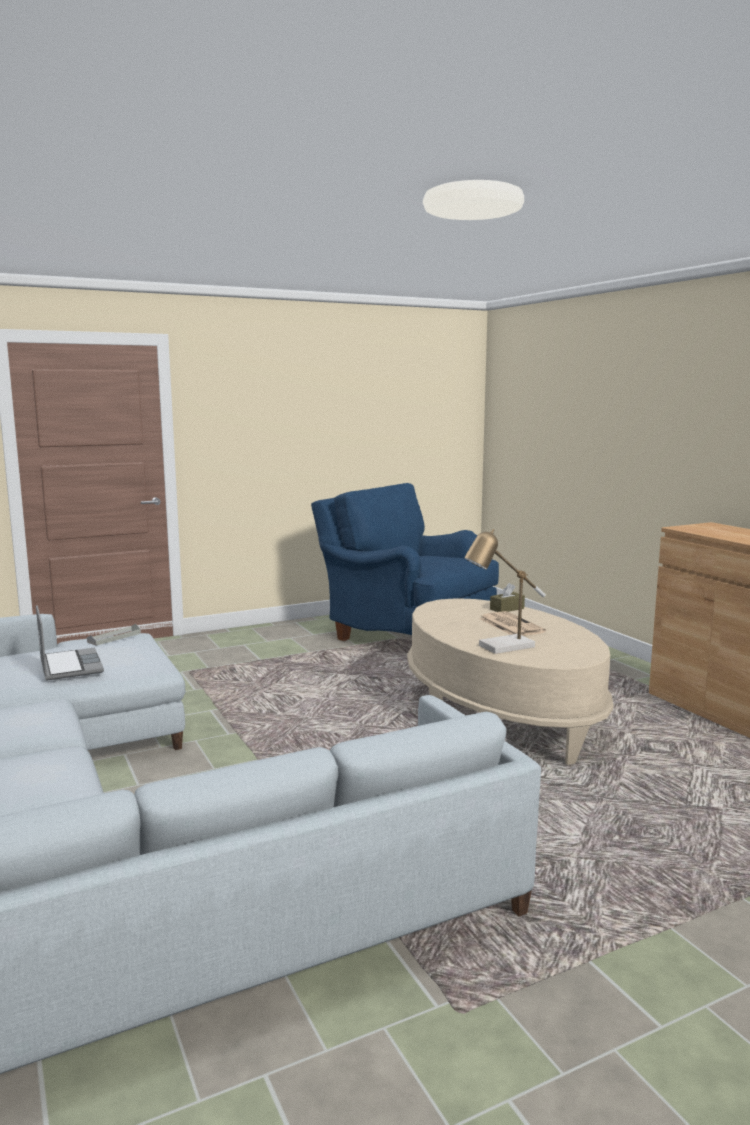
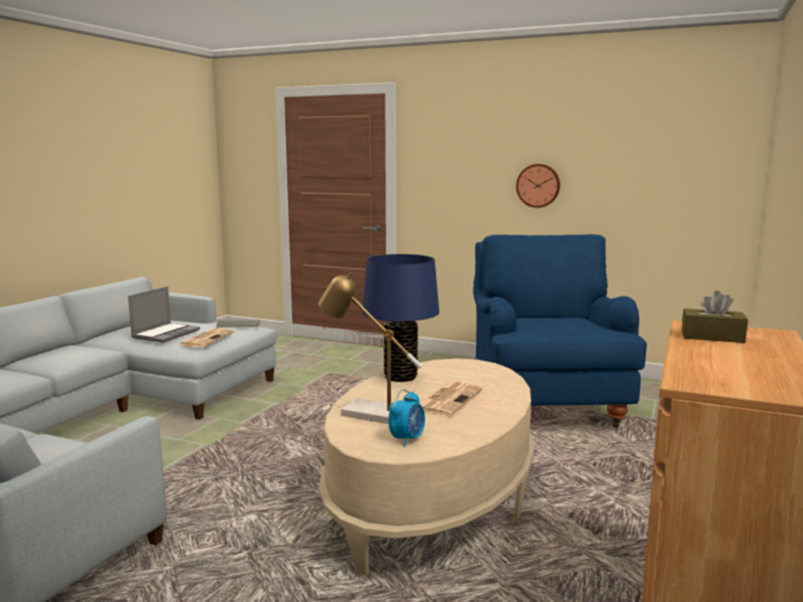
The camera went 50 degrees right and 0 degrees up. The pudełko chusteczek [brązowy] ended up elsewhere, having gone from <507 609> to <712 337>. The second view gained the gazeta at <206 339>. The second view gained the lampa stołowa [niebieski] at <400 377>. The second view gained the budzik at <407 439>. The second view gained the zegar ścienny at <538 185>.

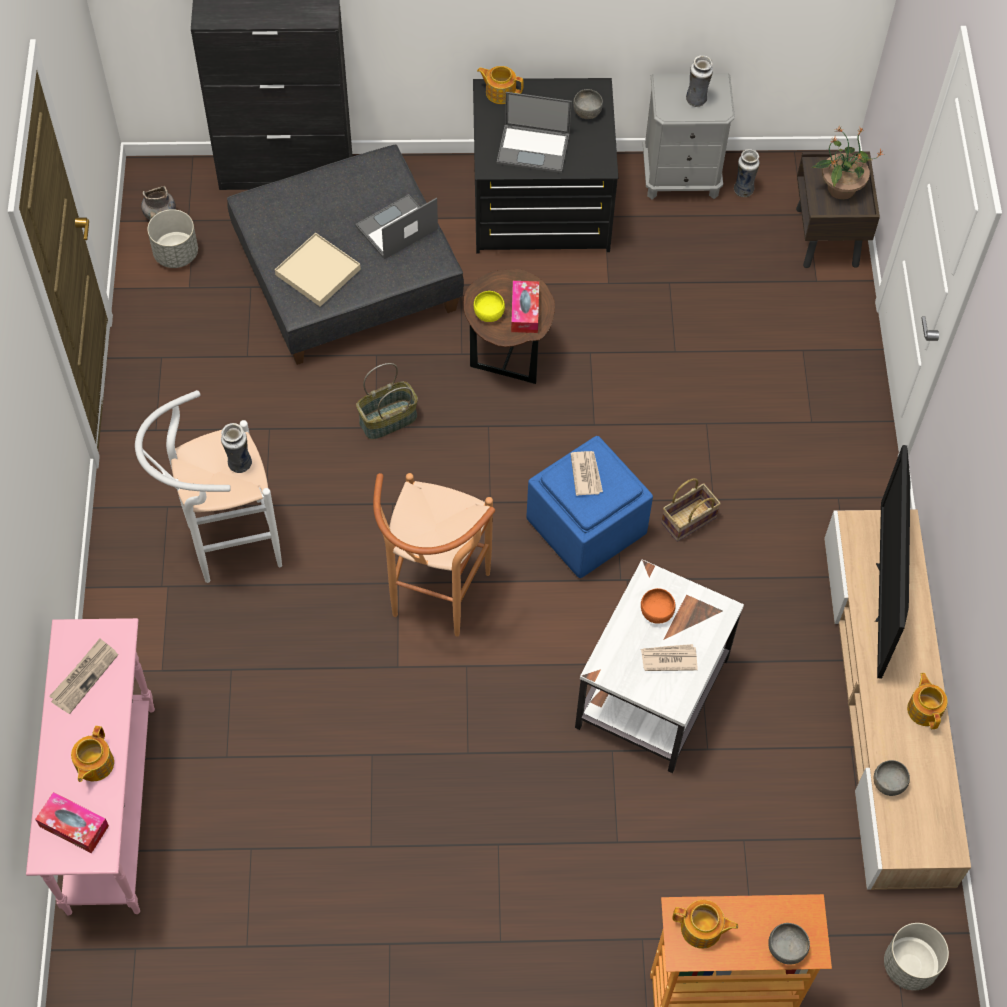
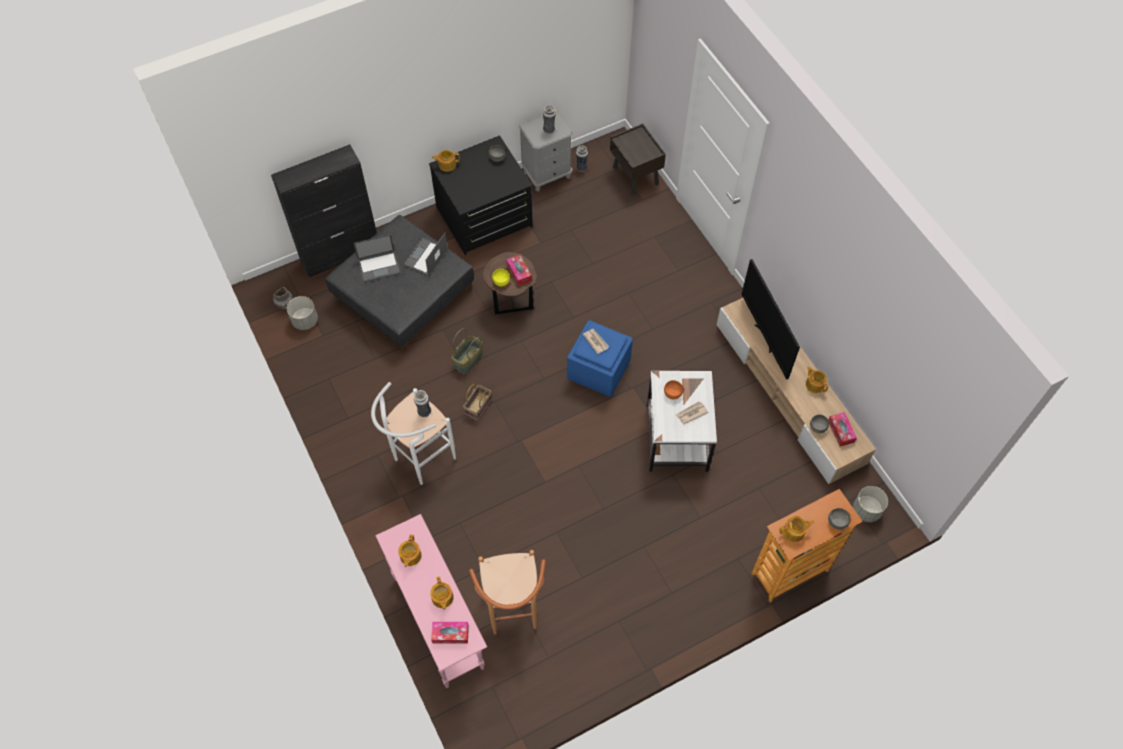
The camera went 25 degrees left and 0 degrees up. Where the gazeta stood at <84 676>, the imbryk came to stand at <410 556>. The second view lost the taca [beżowy] at <318 272>. The stołek [brązowy] ended up elsewhere, having gone from <434 602> to <513 614>. The laptop ended up elsewhere, having gone from <534 148> to <379 266>. The koszyk ended up elsewhere, having gone from <688 521> to <478 407>. The second view lost the roślina doniczkowa at <840 188>. The second view gained the pudełko chusteczek at <841 431>.

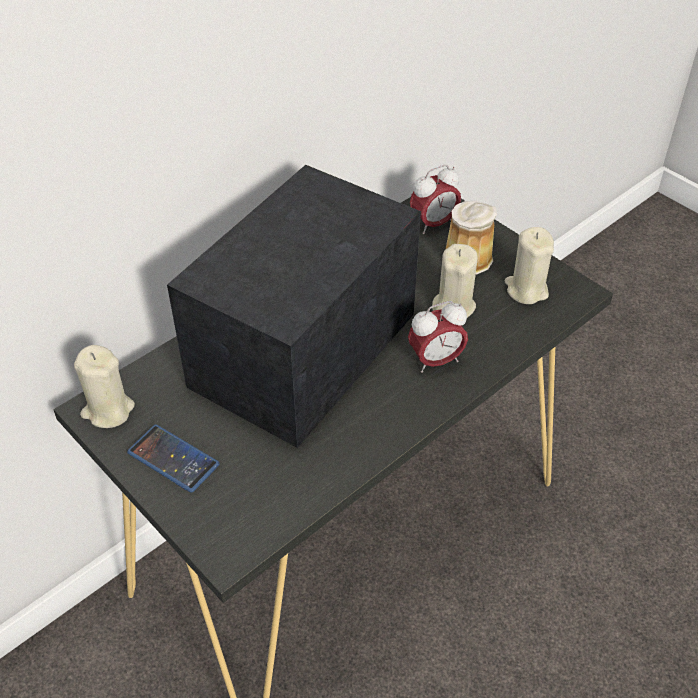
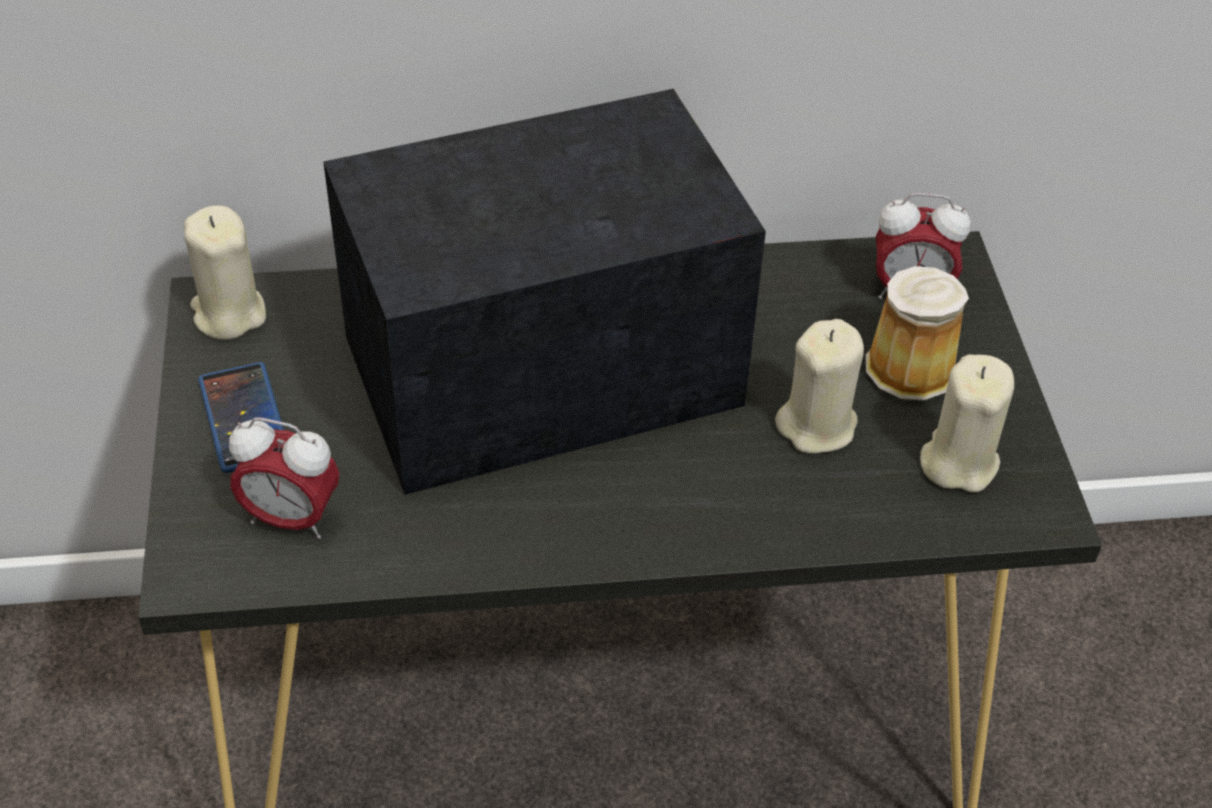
The camera went 35 degrees right and 0 degrees up. The budzik ended up elsewhere, having gone from <435 361> to <291 519>.

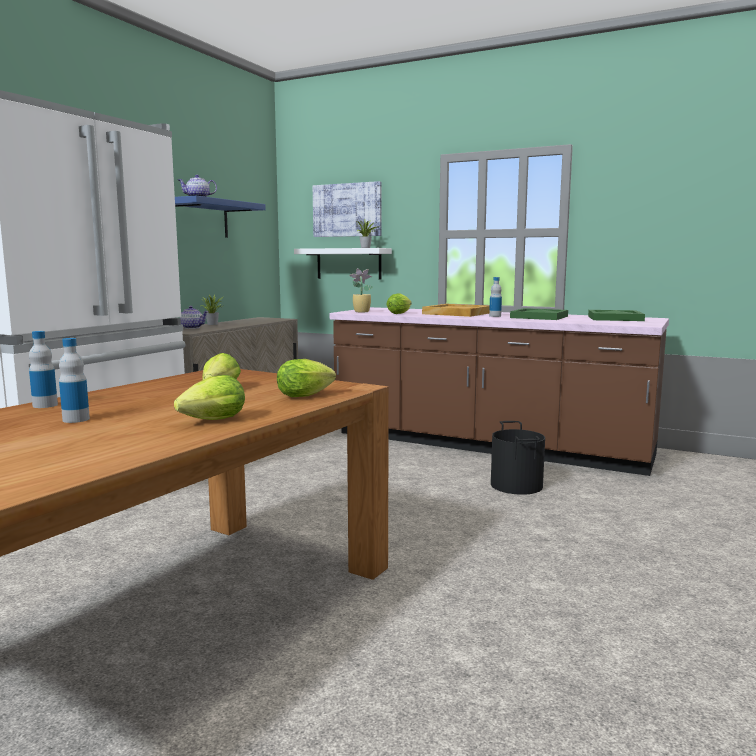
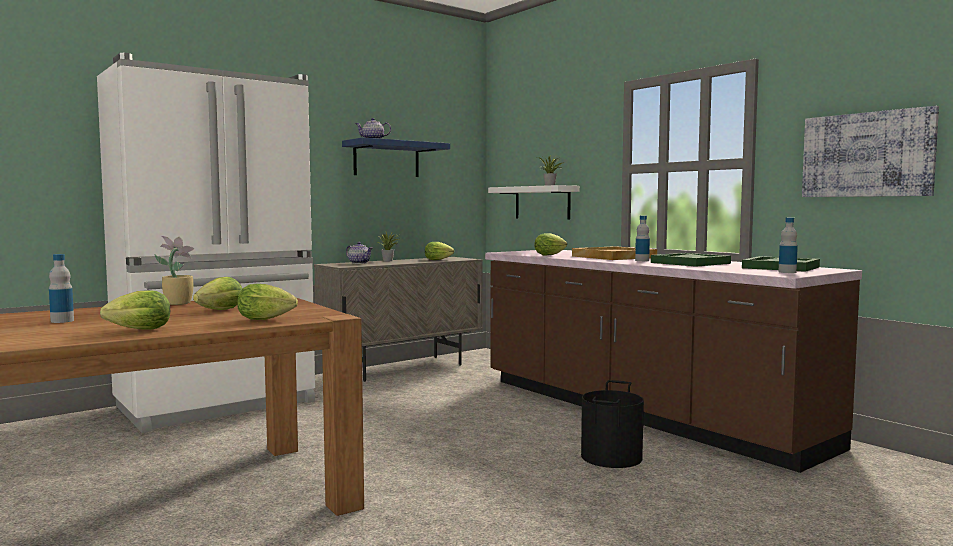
The camera went 25 degrees right and 5 degrees down. The butelka ended up elsewhere, having gone from <45 405> to <787 272>. The obraz ended up elsewhere, having gone from <347 210> to <867 155>. The roślina doniczkowa ended up elsewhere, having gone from <361 312> to <177 303>. The second view gained the sałata at <439 260>.

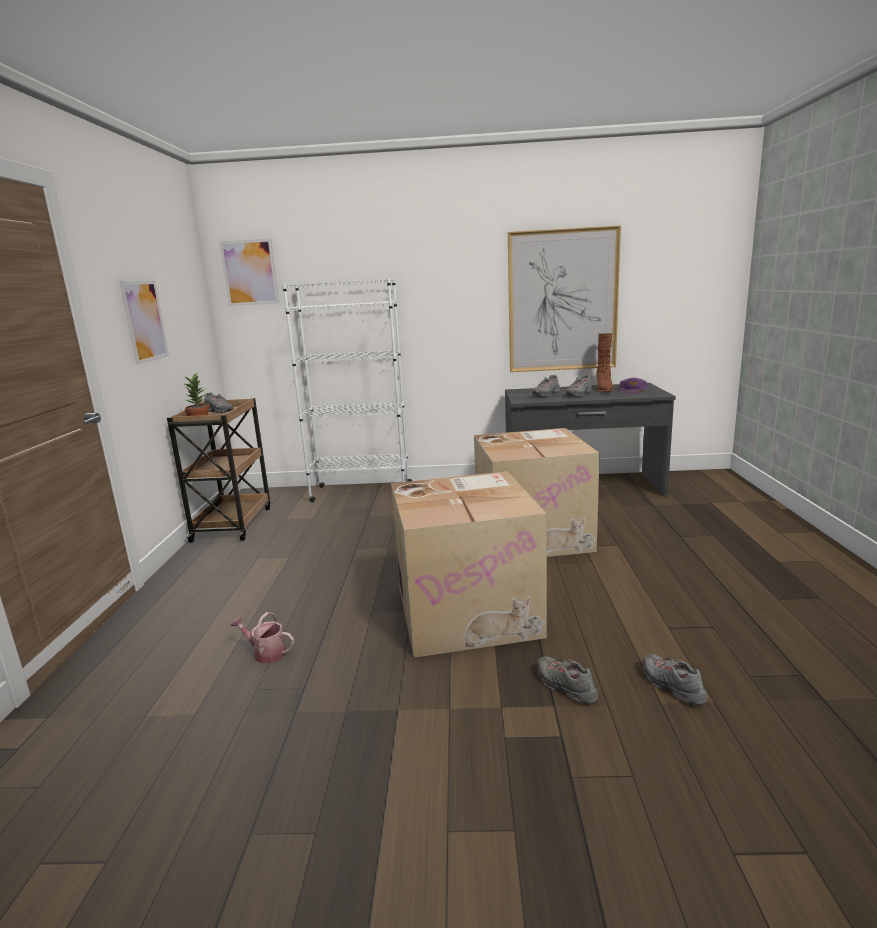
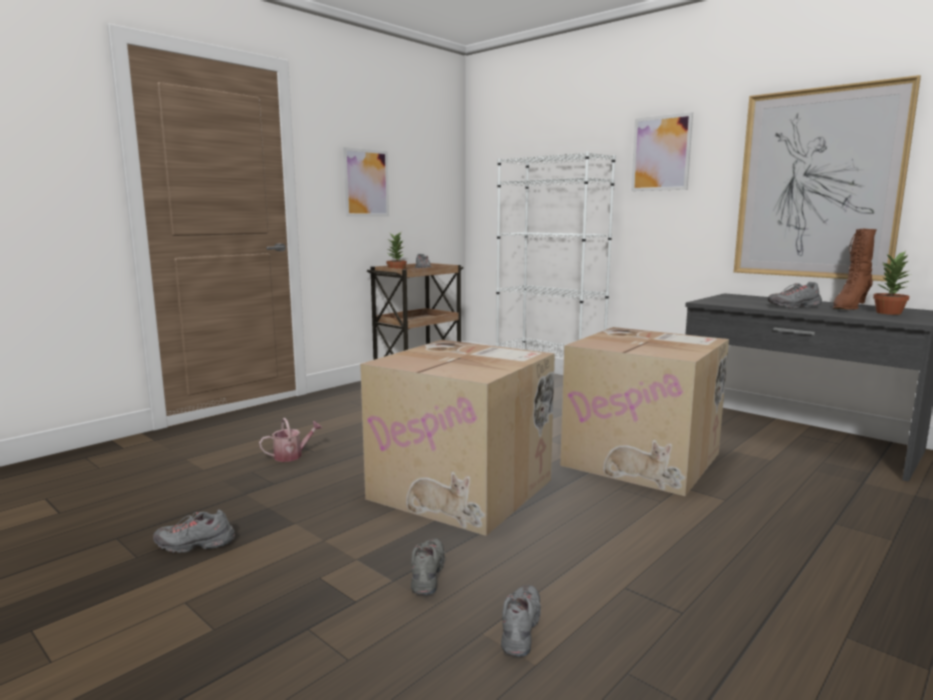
The camera went 40 degrees right and 5 degrees down. The obraz ended up elsewhere, having gone from <250 272> to <661 153>. The konewka at <266 653> ended up facing another way, 90 degrees clockwise from before. The but [szary] ended up elsewhere, having gone from <546 394> to <195 545>. Where the czapka z daszkiem [fioletowy] stood at <633 390>, the roślina doniczkowa came to stand at <889 313>.

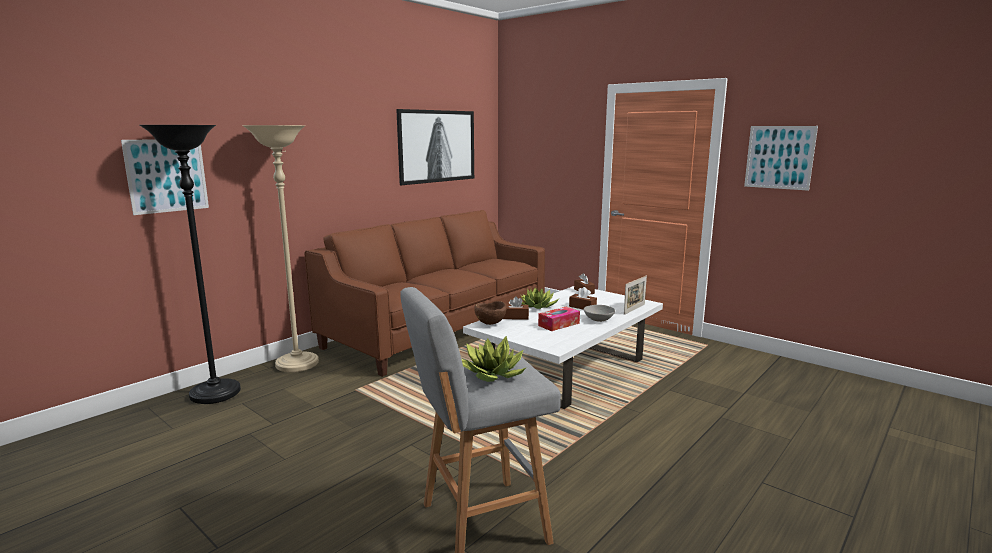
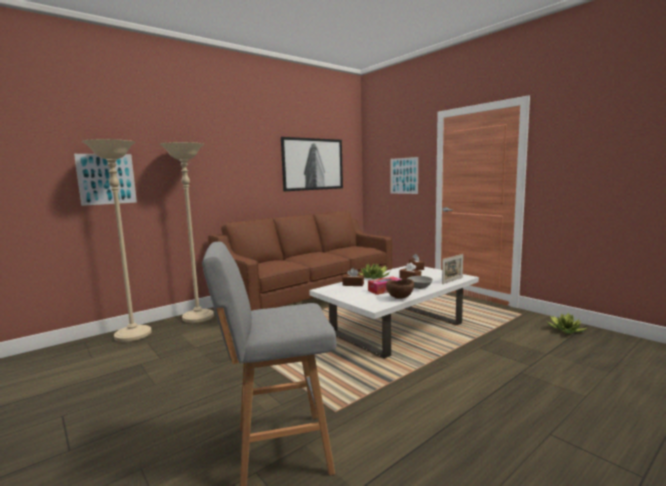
The camera went 10 degrees right and 5 degrees down. What was the lampa stojąca [czarny] at <215 394> turned into the lampa stojąca [beżowy] at <133 335>. The roślina doniczkowa ended up elsewhere, having gone from <491 374> to <566 330>. The miska [brązowy] ended up elsewhere, having gone from <490 324> to <400 298>. The obraz ended up elsewhere, having gone from <779 157> to <404 175>.

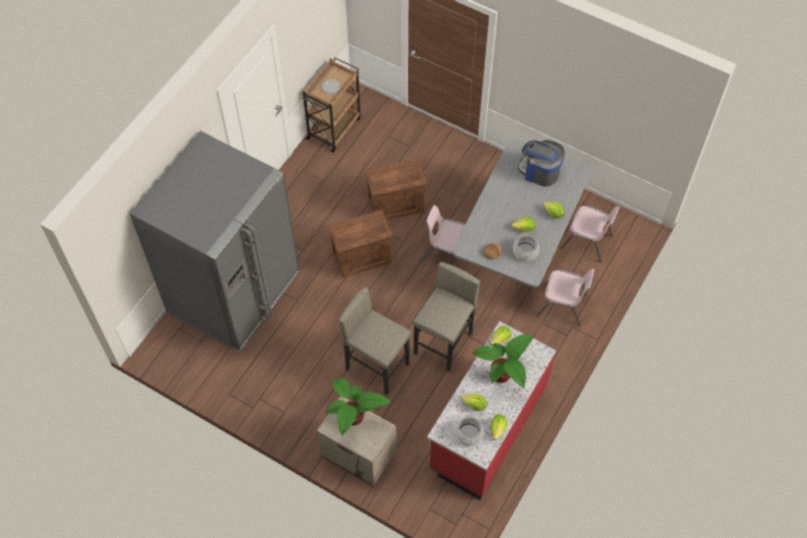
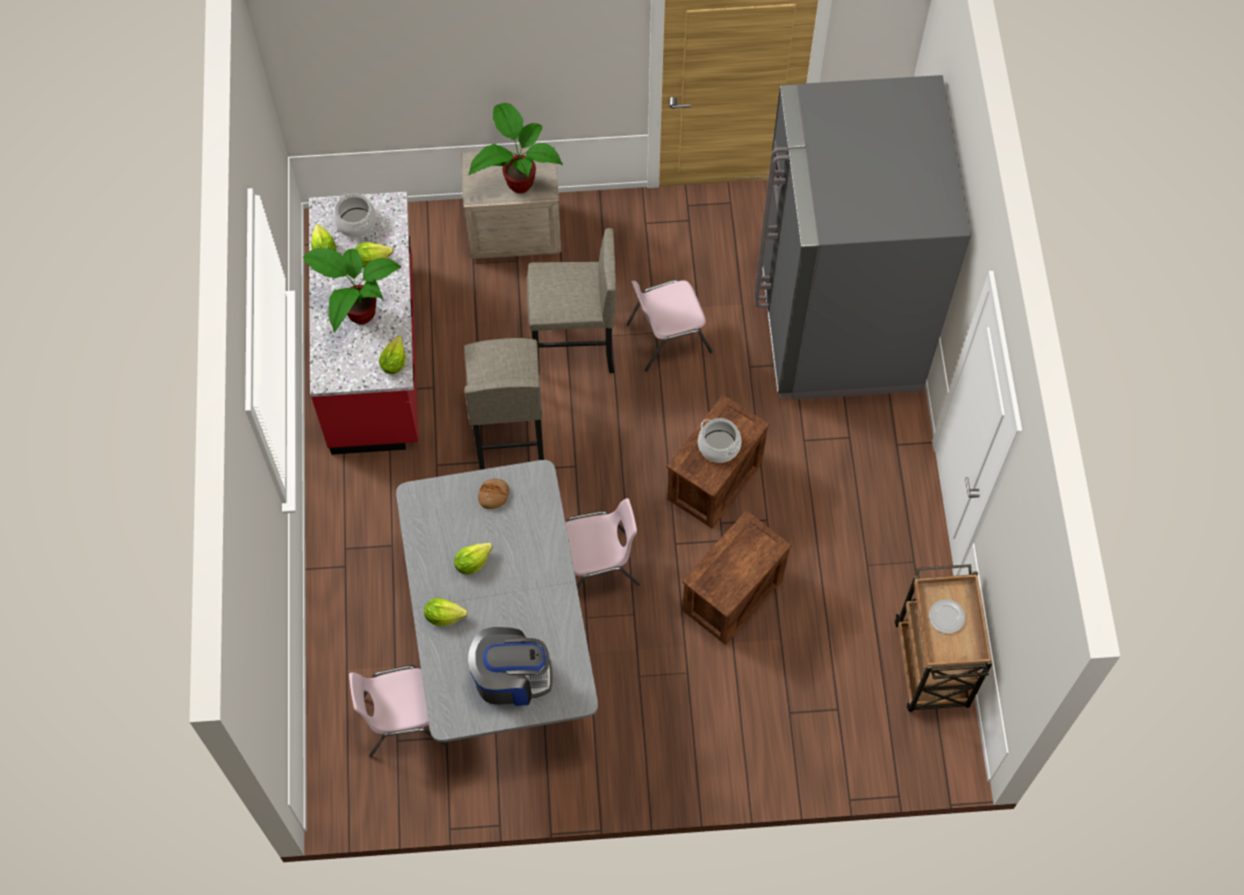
The camera went 145 degrees right and 5 degrees up. The garnek ended up elsewhere, having gone from <525 252> to <719 446>. The krzesło [różowy] ended up elsewhere, having gone from <562 305> to <667 337>.

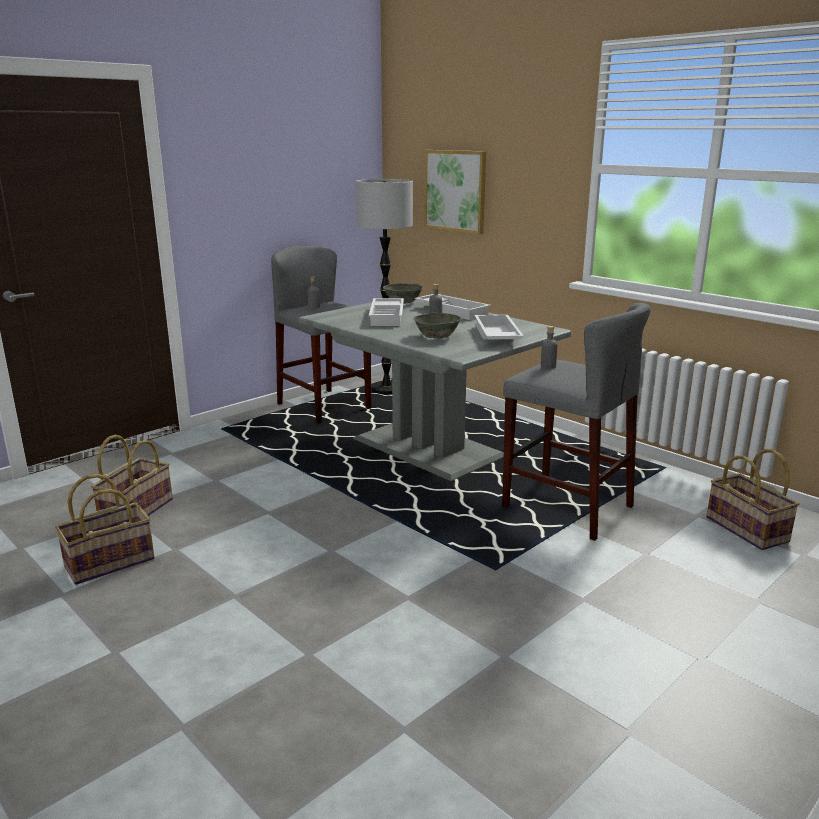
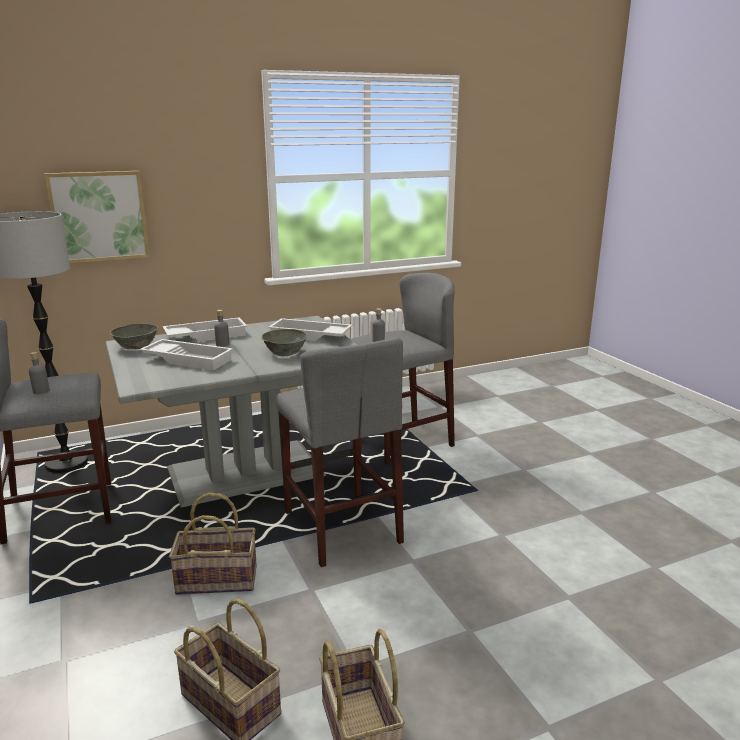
The camera went 70 degrees left and 0 degrees up. The koszyk ended up elsewhere, having gone from <748 529> to <217 579>. The second view gained the stołek [szary] at <342 526>.

